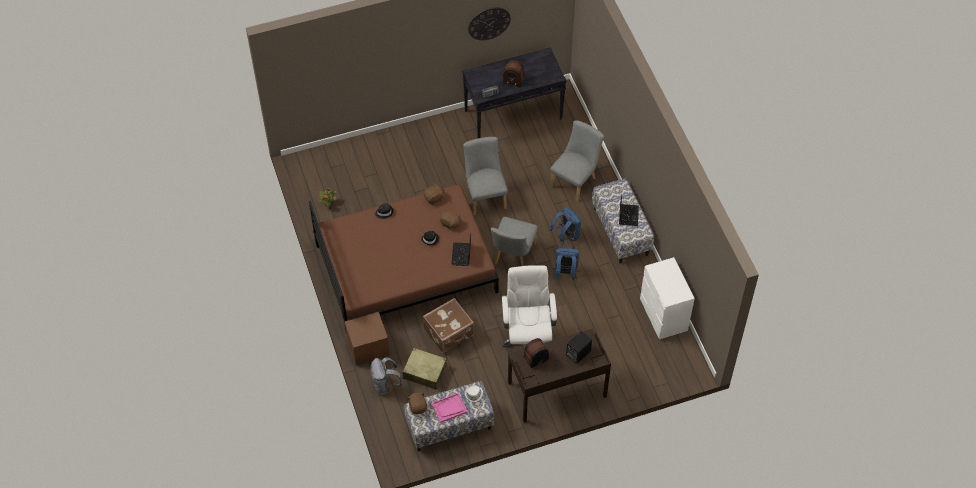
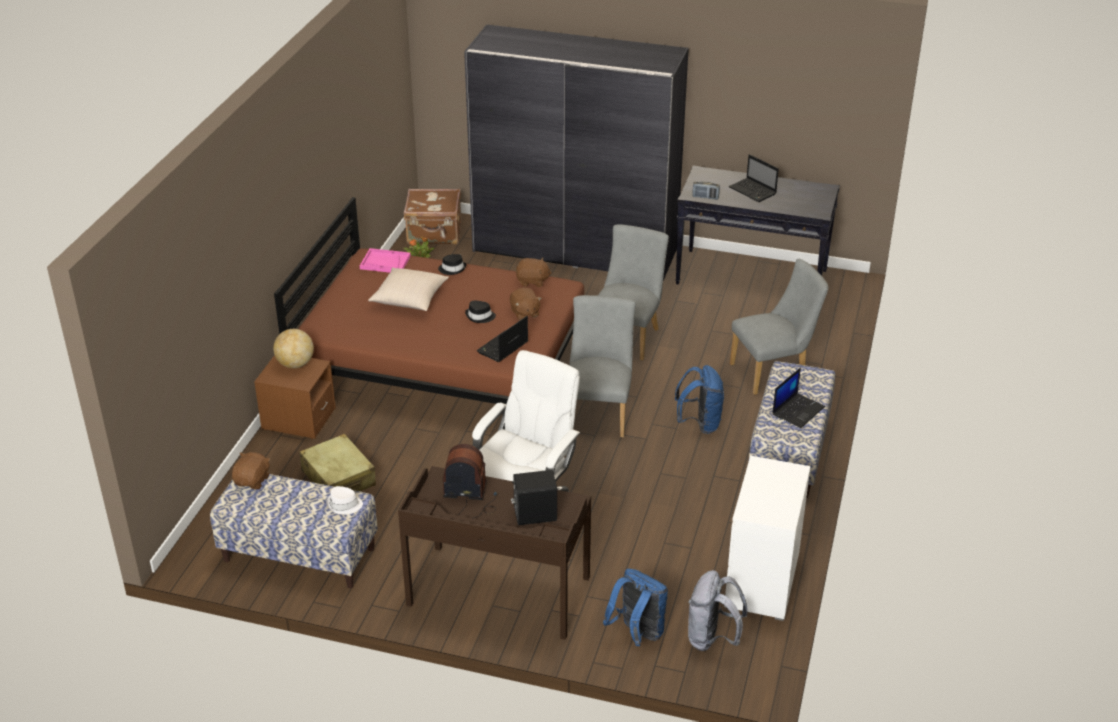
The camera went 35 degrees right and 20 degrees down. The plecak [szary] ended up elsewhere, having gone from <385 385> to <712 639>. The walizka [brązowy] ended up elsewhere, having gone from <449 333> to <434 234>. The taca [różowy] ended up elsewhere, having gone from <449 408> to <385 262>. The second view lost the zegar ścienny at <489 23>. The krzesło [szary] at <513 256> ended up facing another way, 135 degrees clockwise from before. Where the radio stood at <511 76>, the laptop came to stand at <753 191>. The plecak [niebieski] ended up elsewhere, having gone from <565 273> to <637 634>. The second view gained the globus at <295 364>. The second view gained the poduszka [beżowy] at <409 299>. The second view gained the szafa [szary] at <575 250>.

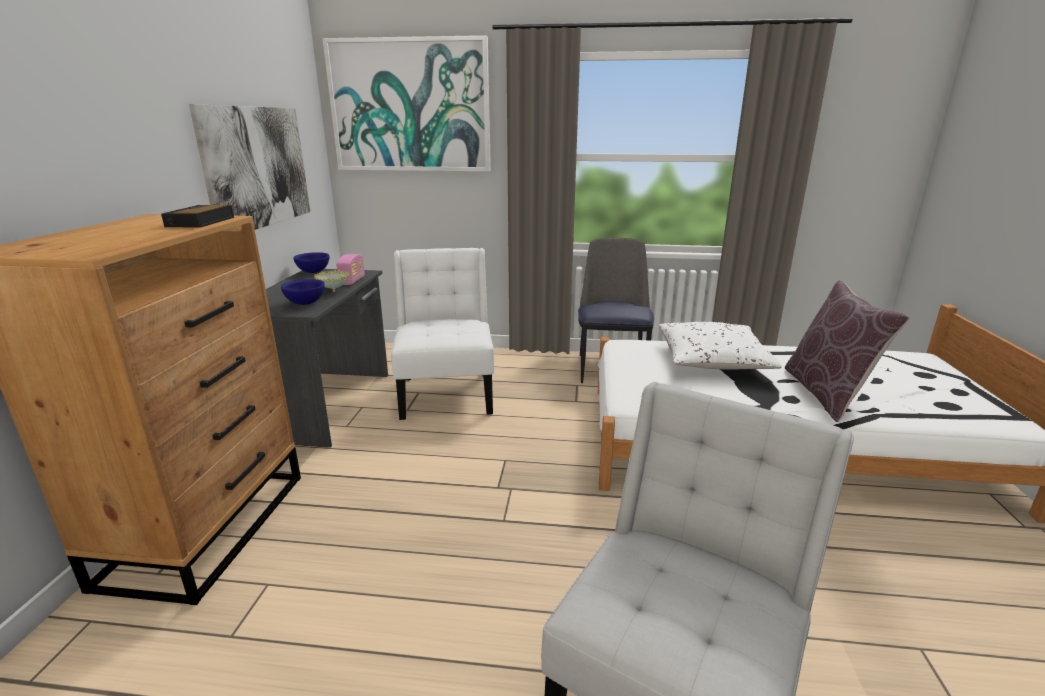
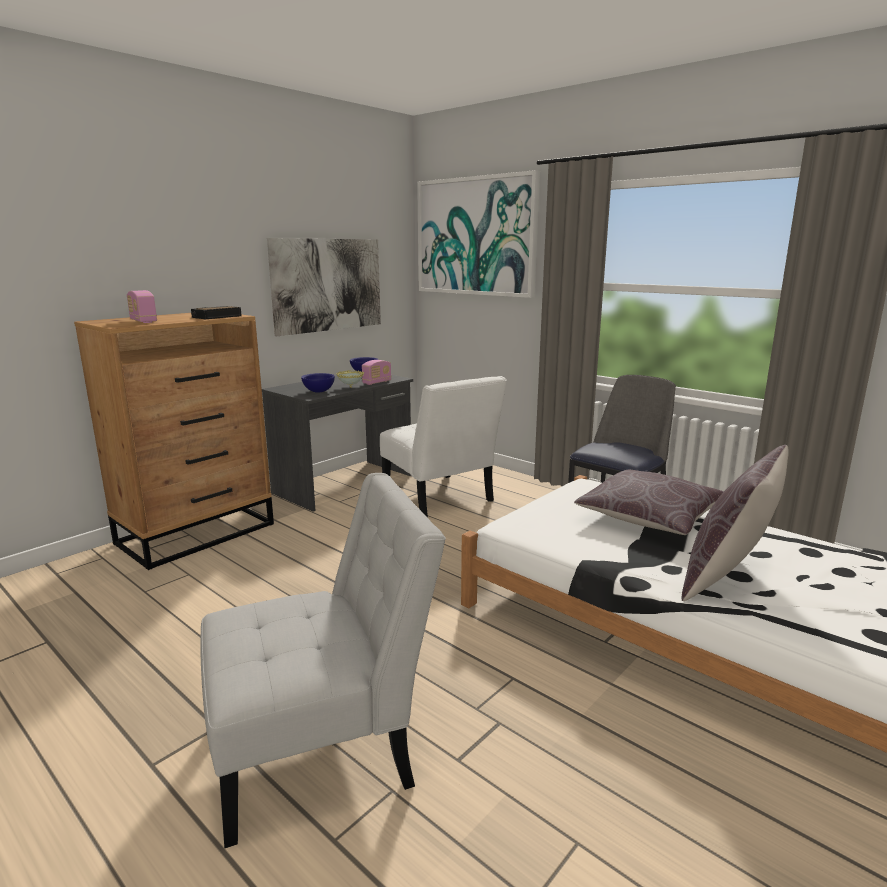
The camera went 35 degrees right and 5 degrees down. The krzesło [biały] at <447 392> ended up facing another way, 120 degrees clockwise from before. What was the poduszka [biały] at <712 361> turned into the poduszka [brązowy] at <650 518>. The second view gained the radio at <143 321>.

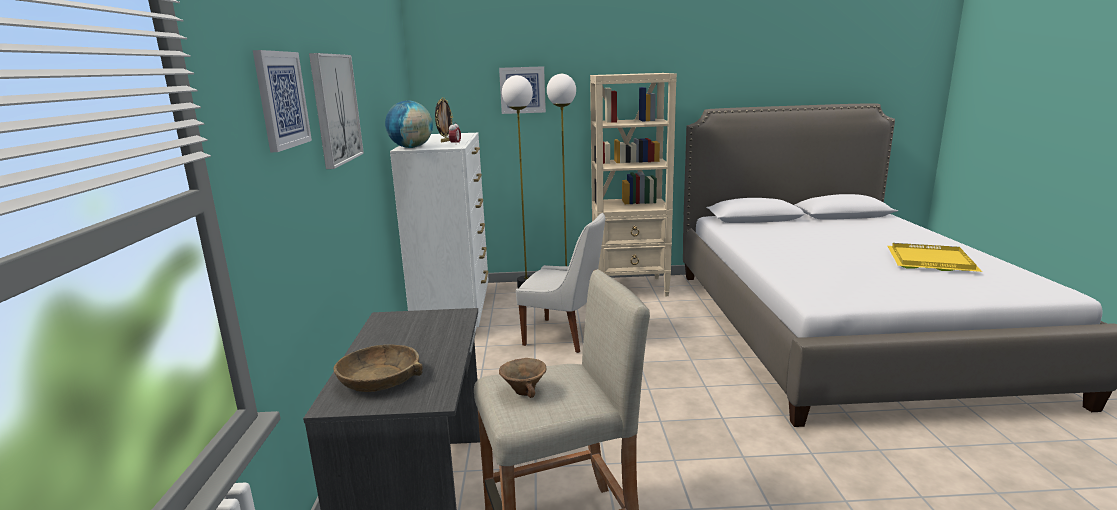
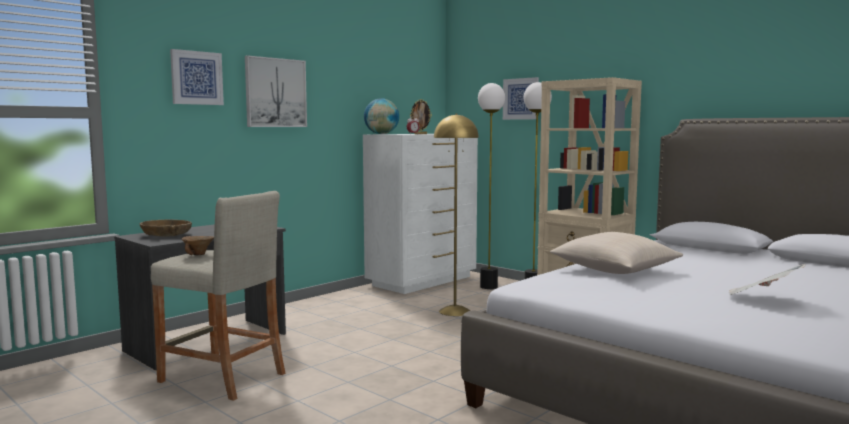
The camera went 45 degrees right and 10 degrees down. Where the krzesło [biały] stood at <564 336>, the lampa stojąca [żółty] came to stand at <454 311>. Where the taca [żółty] stood at <929 261>, the gazeta came to stand at <761 299>. The second view gained the poduszka [beżowy] at <615 270>.

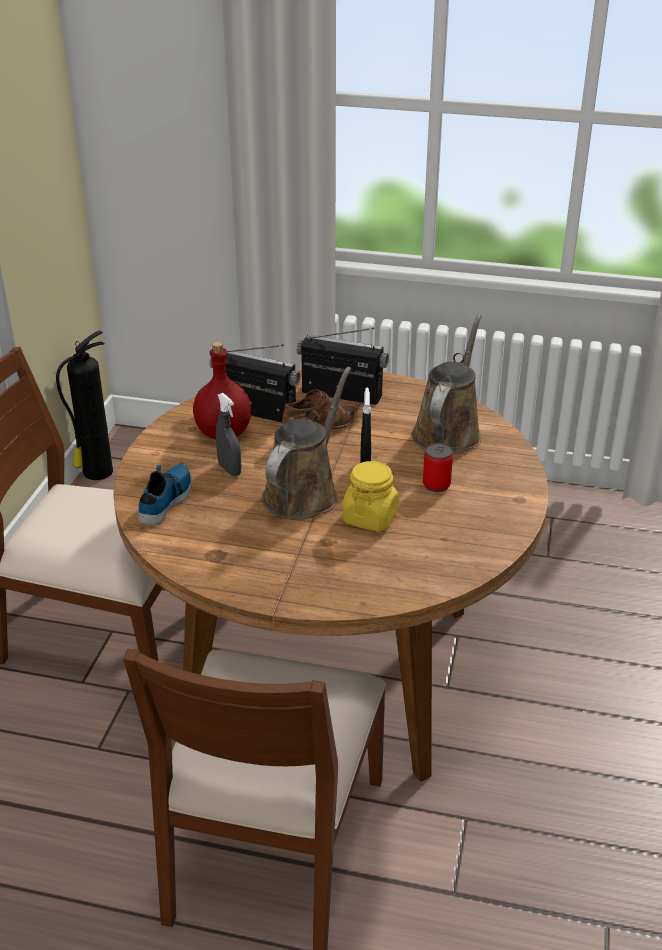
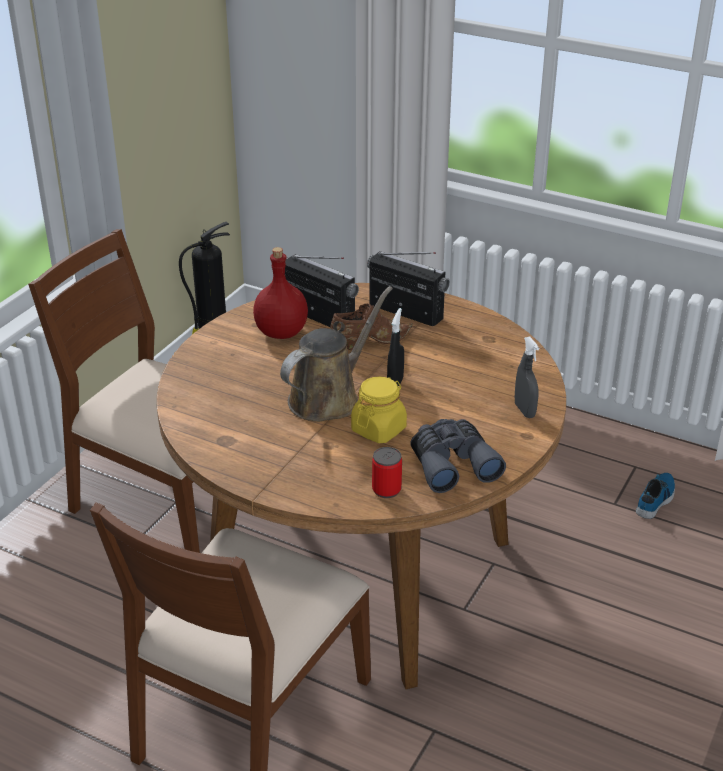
The camera went 15 degrees right and 0 degrees up. The but ended up elsewhere, having gone from <167 500> to <656 499>. The spryskiwacz [szary] ended up elsewhere, having gone from <229 469> to <524 410>. The second view lost the konewka [brązowy] at <448 431>. The puszka ended up elsewhere, having gone from <436 485> to <386 490>. The second view gained the lornetka [szary] at <452 463>.

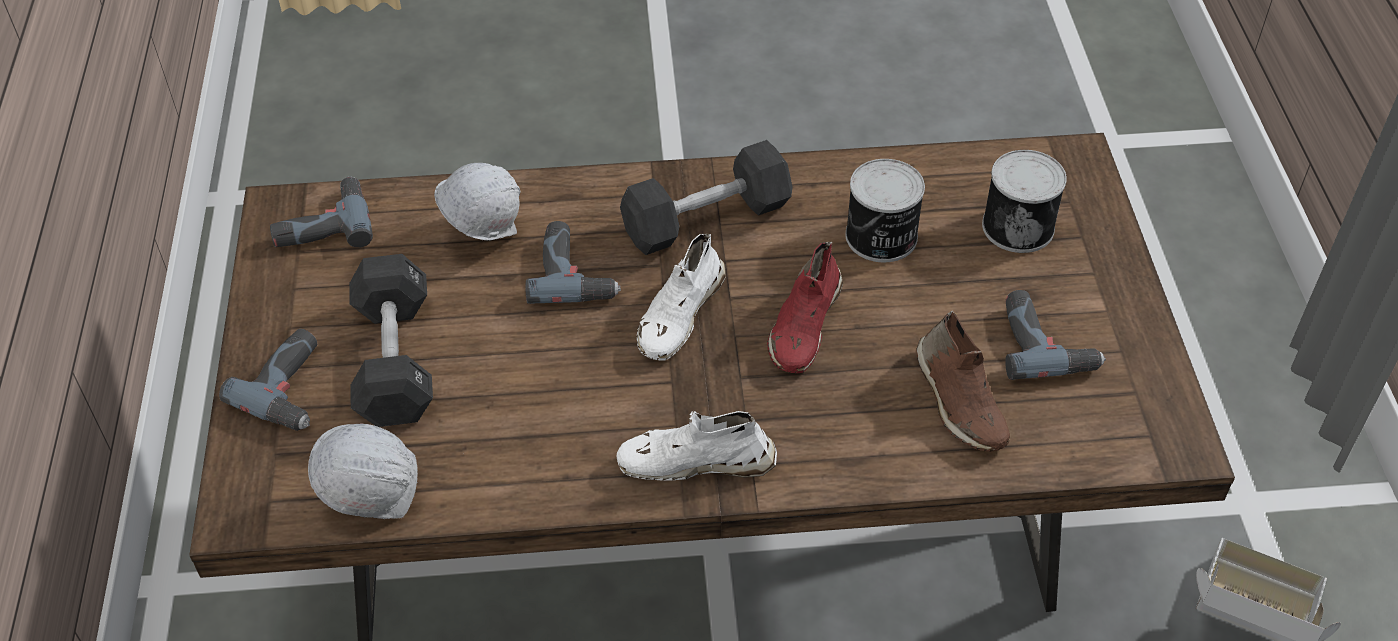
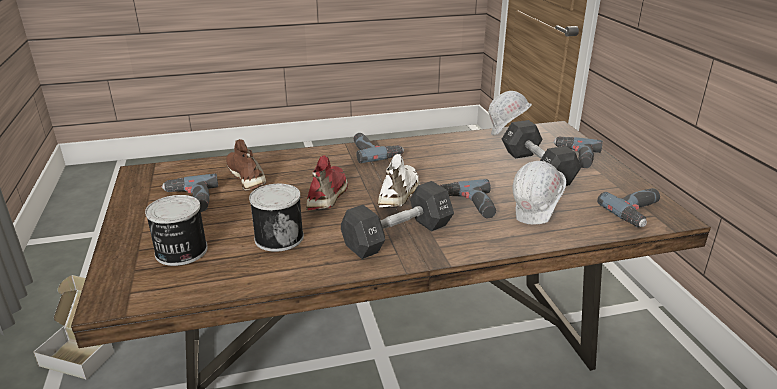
The camera went 170 degrees right and 20 degrees down. Where the but [biały] stood at <696 461>, the wiertarka came to stand at <375 152>.

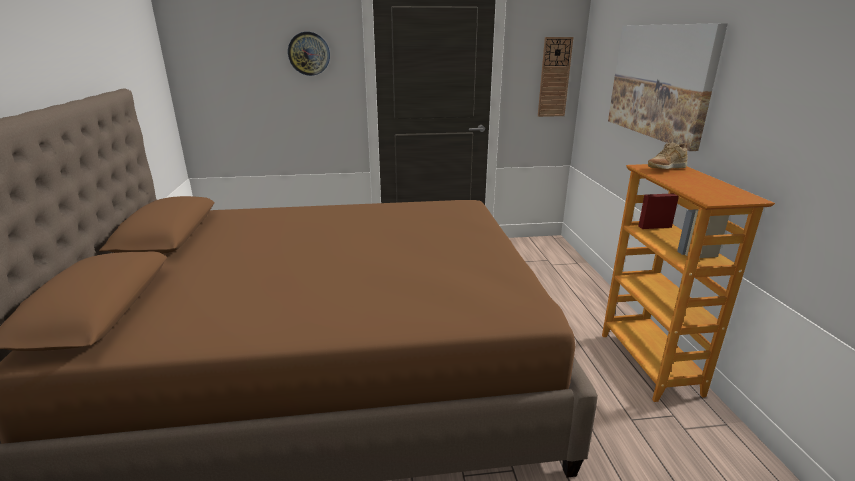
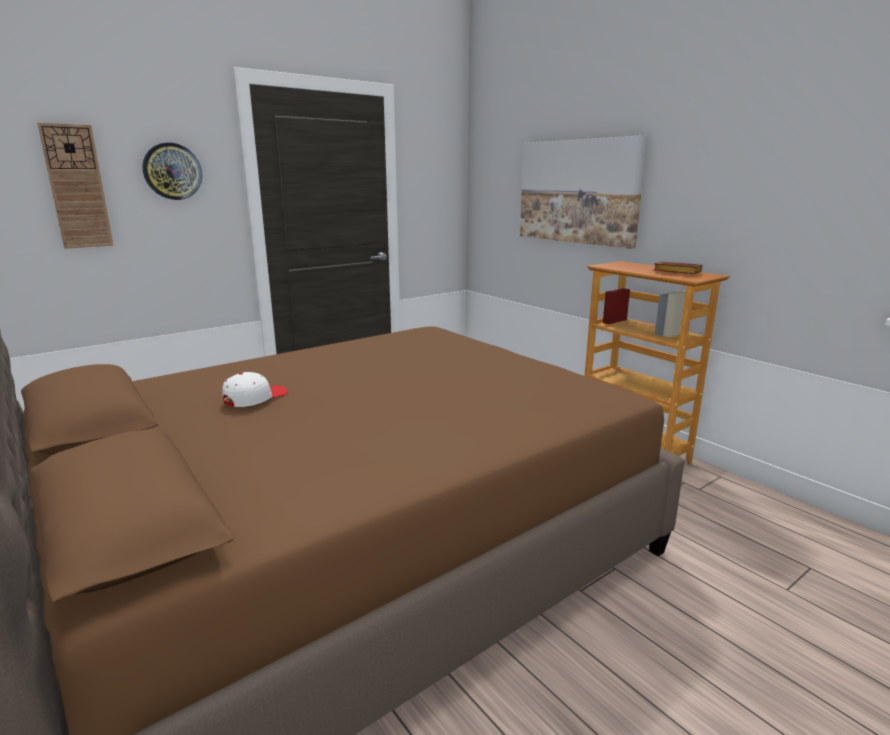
The camera went 30 degrees left and 5 degrees down. The zegar ścienny ended up elsewhere, having gone from <554 77> to <77 187>. The second view lost the but [beżowy] at <665 169>. The second view gained the czapka z daszkiem [biały] at <255 398>. The second view gained the książka [brązowy] at <675 272>.

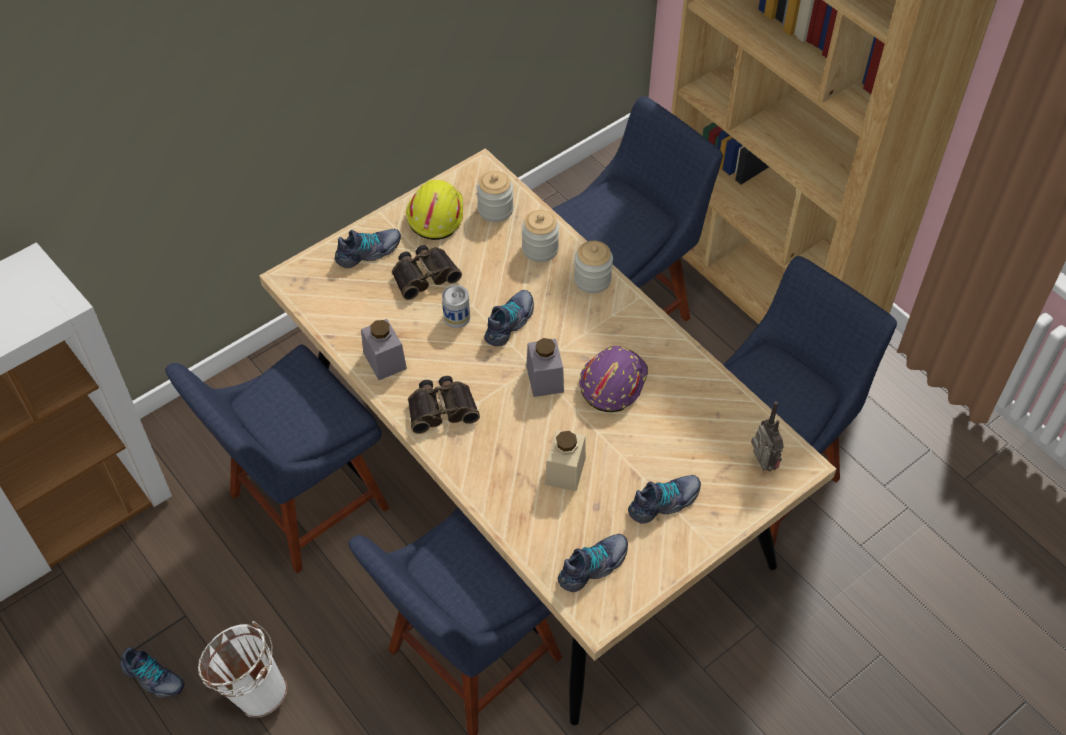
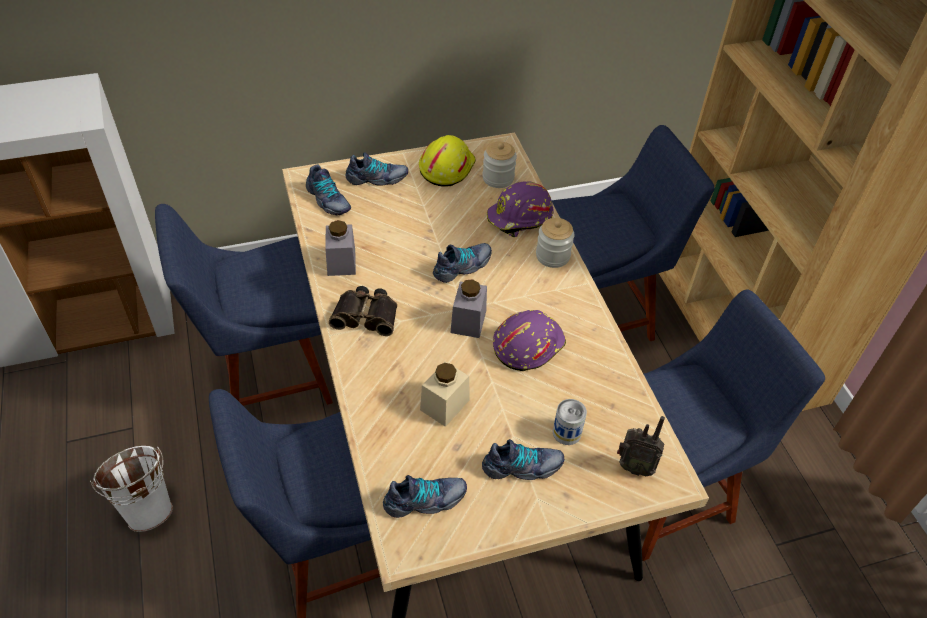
The camera went 20 degrees right and 5 degrees down. The but ended up elsewhere, having gone from <153 678> to <327 200>. The second view lost the lornetka at <424 274>. The puszka ended up elsewhere, having gone from <457 317> to <567 432>. Where the słoik stood at <540 249>, the kask [fioletowy] came to stand at <520 218>. The radio at <761 465> ended up facing another way, 105 degrees clockwise from before.

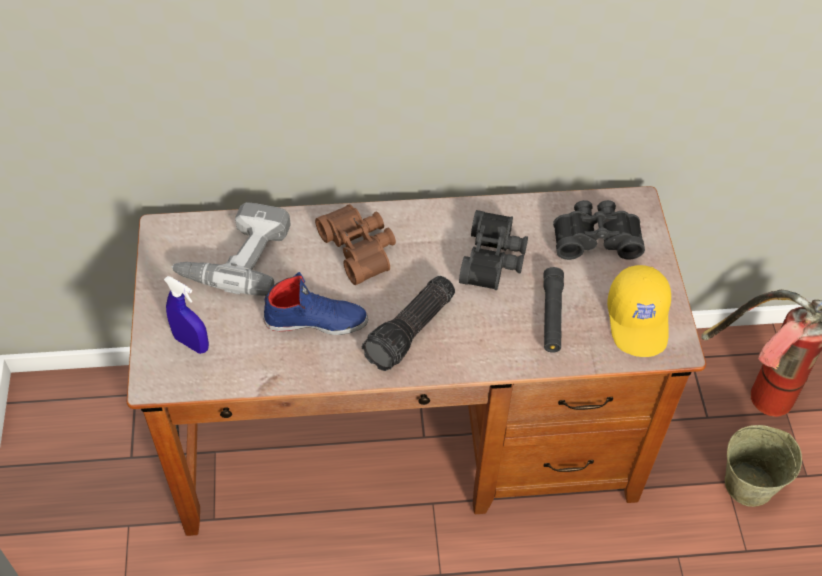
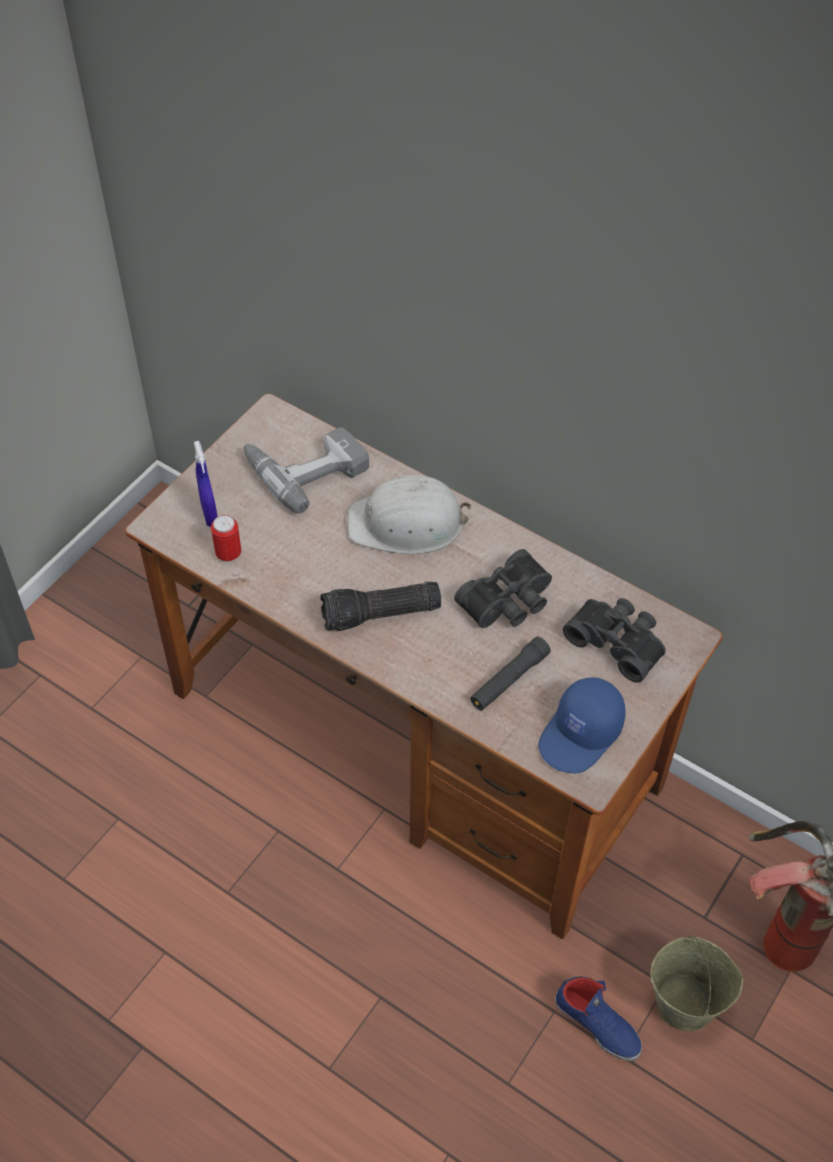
The camera went 40 degrees right and 0 degrees up. The but [niebieski] ended up elsewhere, having gone from <316 320> to <598 1024>. Where the lornetka [brązowy] stood at <360 248>, the kask [biały] came to stand at <407 523>. What was the czapka z daszkiem [żółty] at <639 320> turned into the czapka z daszkiem [niebieski] at <581 735>. The second view gained the puszka at <228 554>.

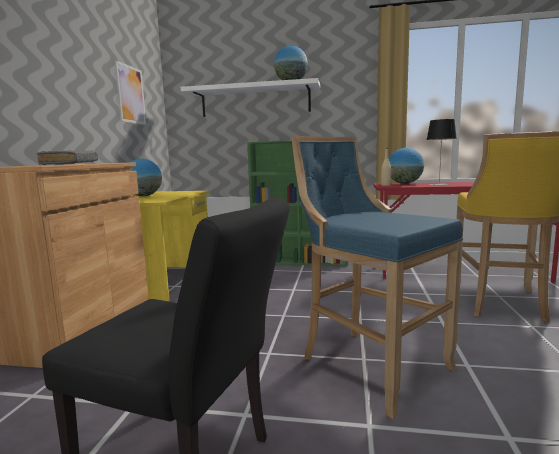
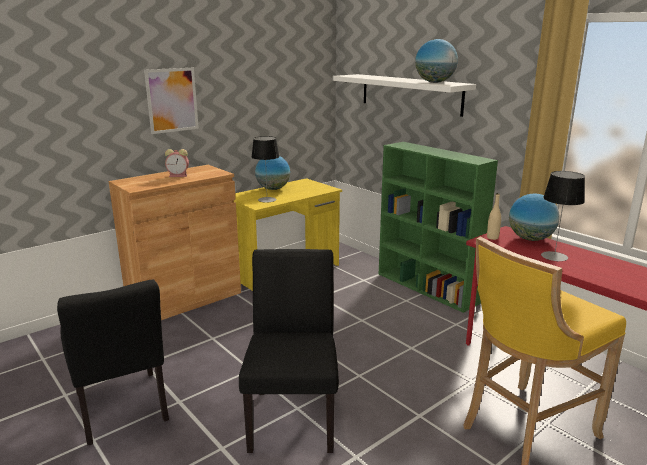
The camera went 40 degrees right and 10 degrees up. Where the książka [szary] stood at <70 164>, the budzik came to stand at <179 175>. The obraz ended up elsewhere, having gone from <130 94> to <172 100>. Where the stołek [niebieski] stood at <369 364>, the krzesło [czarny] came to stand at <293 414>. The second view gained the lampa stołowa at <267 200>.

